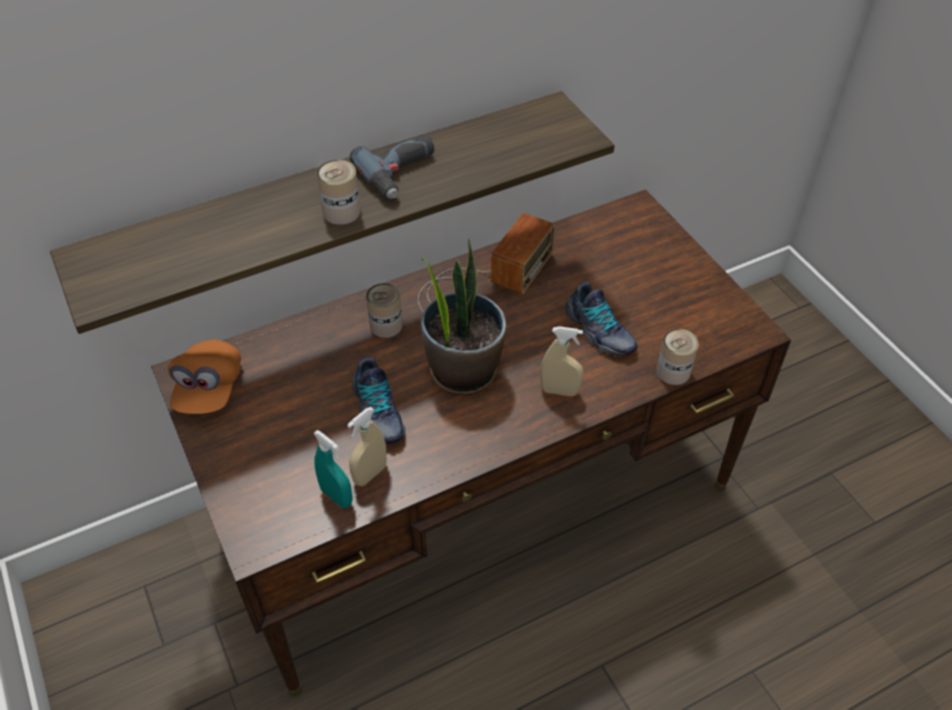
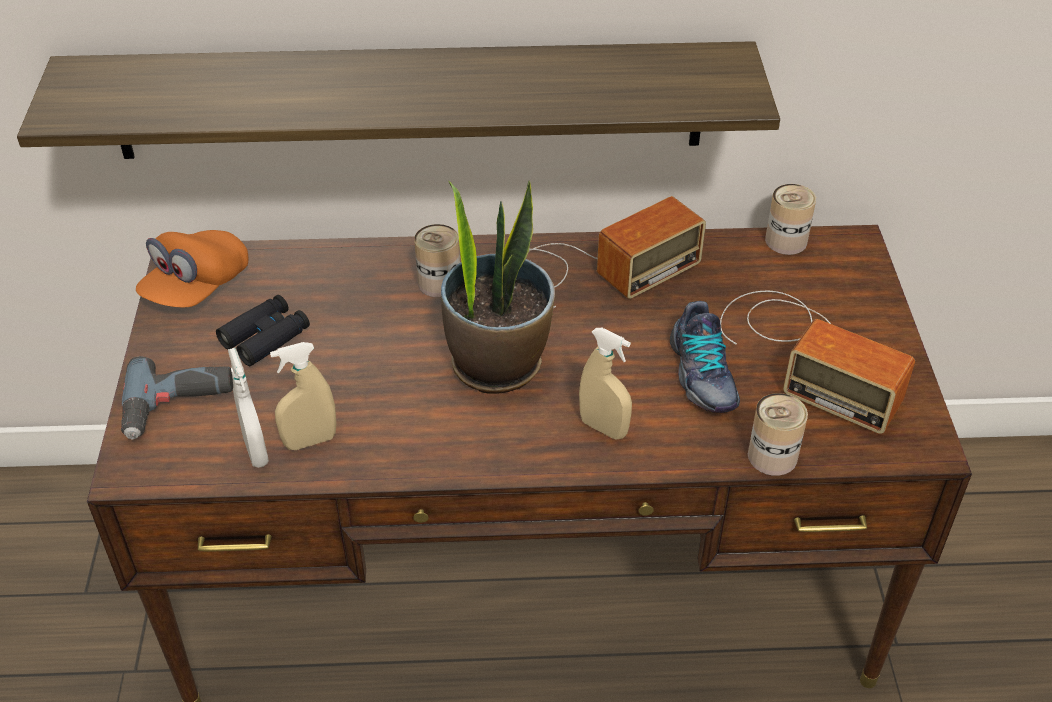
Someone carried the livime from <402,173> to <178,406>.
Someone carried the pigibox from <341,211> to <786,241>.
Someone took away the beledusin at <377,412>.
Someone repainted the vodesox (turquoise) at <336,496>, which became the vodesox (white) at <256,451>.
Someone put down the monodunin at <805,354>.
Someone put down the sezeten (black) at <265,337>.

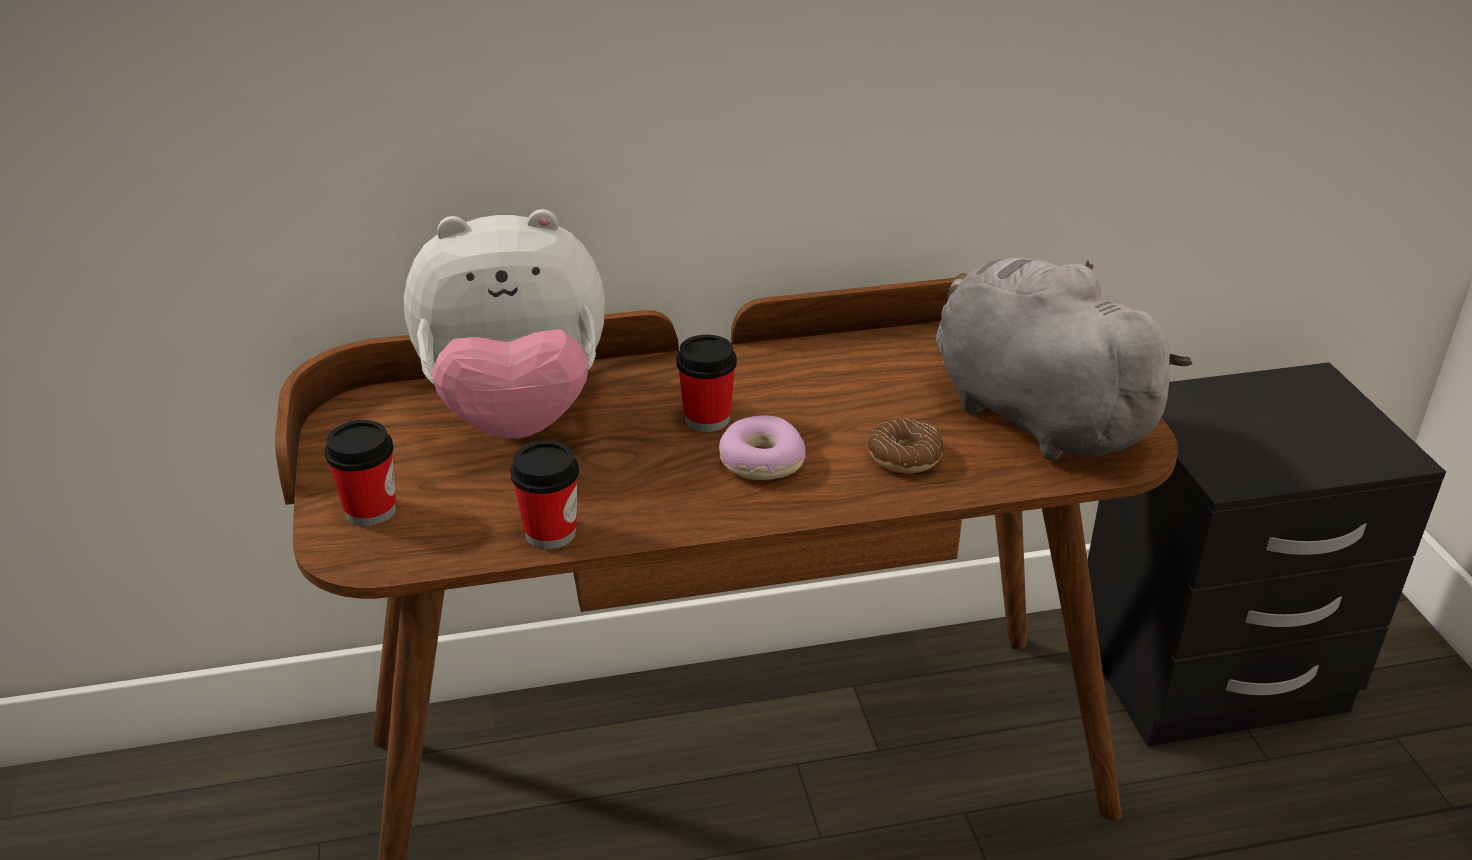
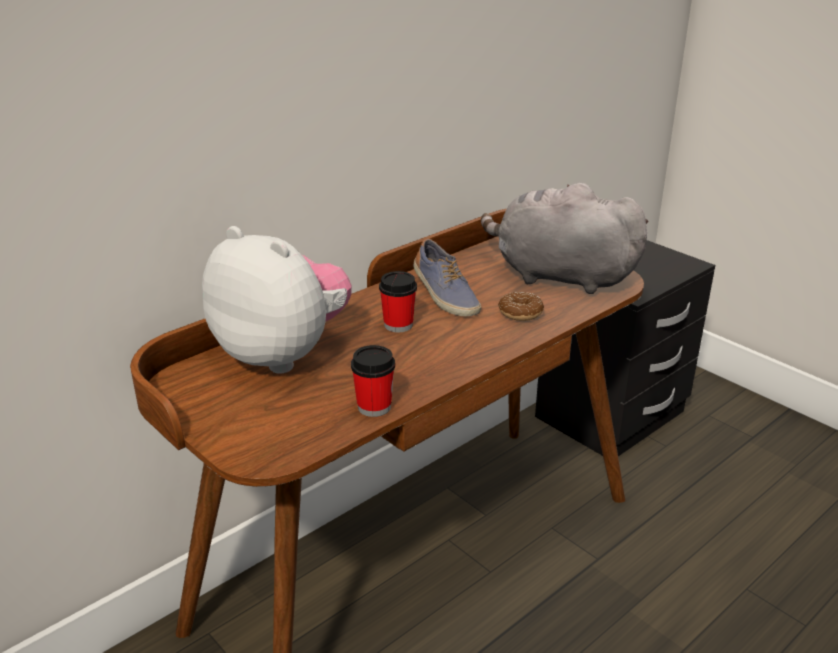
Someone rotated the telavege at <516,413> by 105 degrees counterclockwise.
Someone took away the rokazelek at <760,461>.
Someone took away the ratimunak at <371,510>.
Someone put down the beledusin at <444,296>.

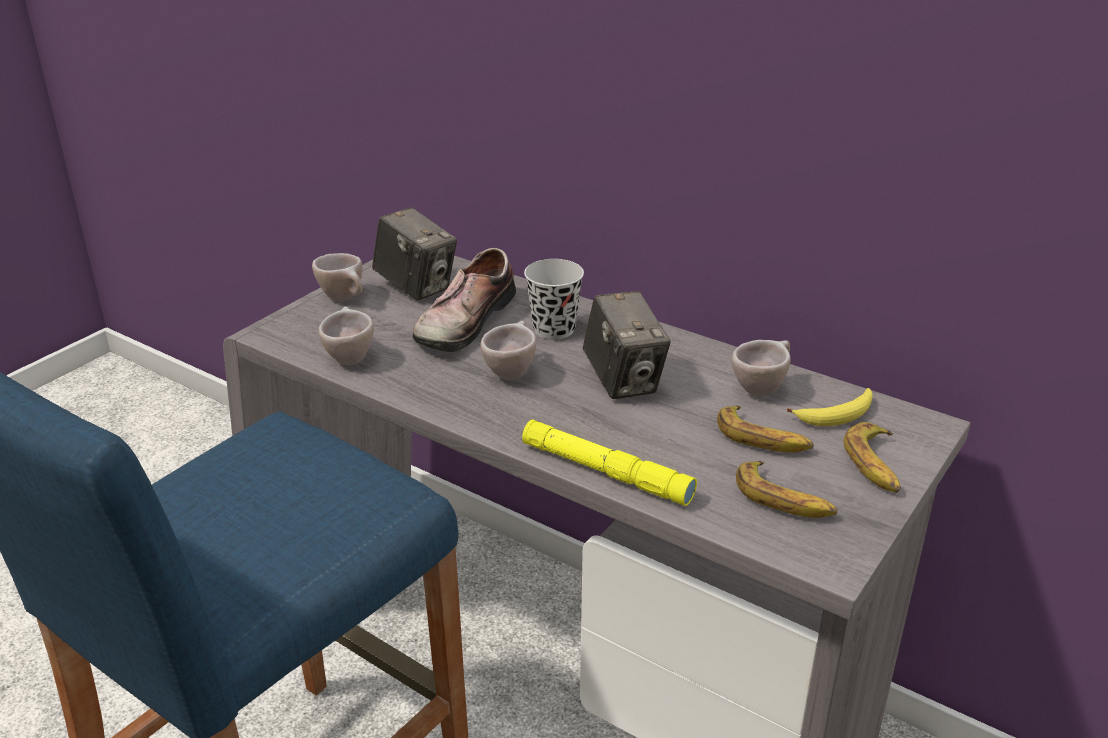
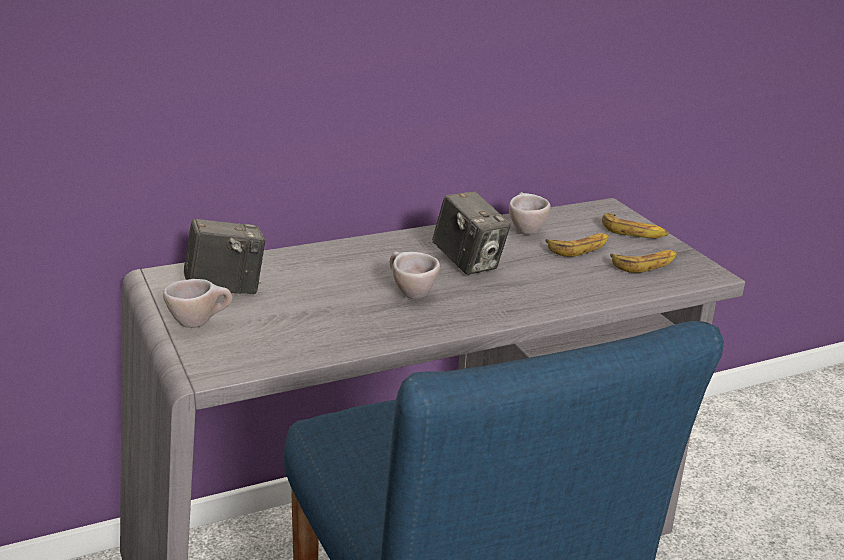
Someone took away the beledusin at <462,321>.
Someone took away the ratimunak (black) at <554,329>.
Someone rotated the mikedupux at <623,381> by 45 degrees clockwise.
Someone took away the ratimunak (beige) at <348,356>.
Someone took away the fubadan at <837,415>.
Someone took away the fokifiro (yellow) at <606,472>.

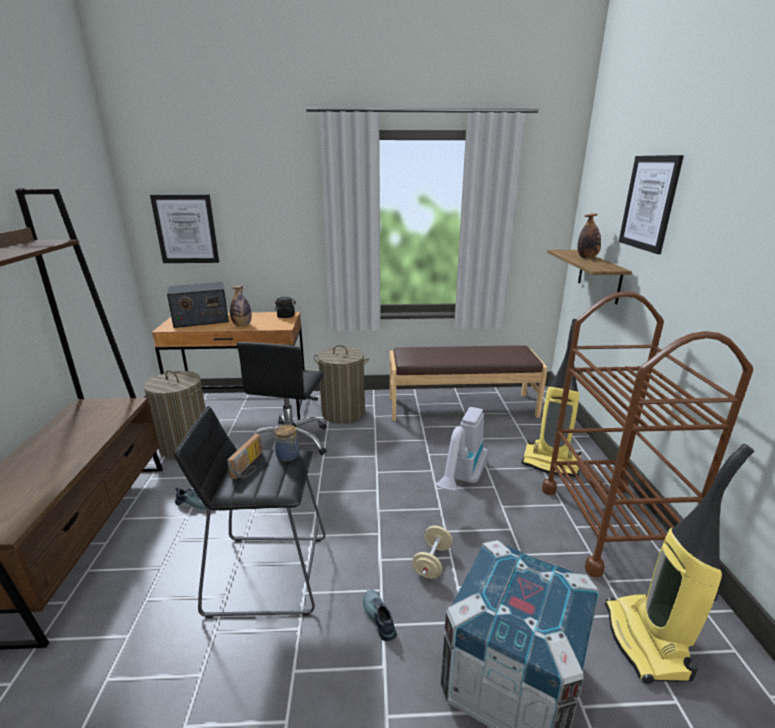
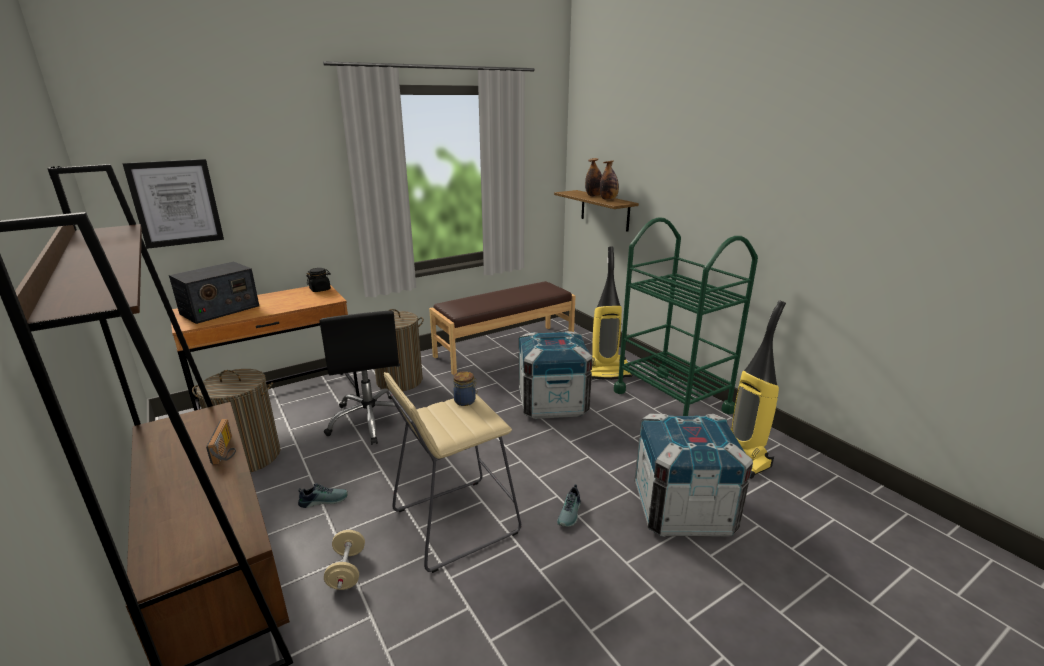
Someone took away the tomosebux at <649,203>.
Someone carried the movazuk from <242,325> to <608,199>.
Someone repainted the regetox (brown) at <608,525>, which became the regetox (green) at <672,401>.
Someone repainted the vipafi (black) at <268,574>, which became the vipafi (beige) at <455,522>.
Someone swapped the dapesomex at <462,480> for the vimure at <552,403>.
Someone carried the monodunin from <250,466> to <227,450>.
Someone carried the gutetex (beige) from <432,562> to <347,571>.
Someone rotated the beledusin at <377,618> by 105 degrees counterclockwise.

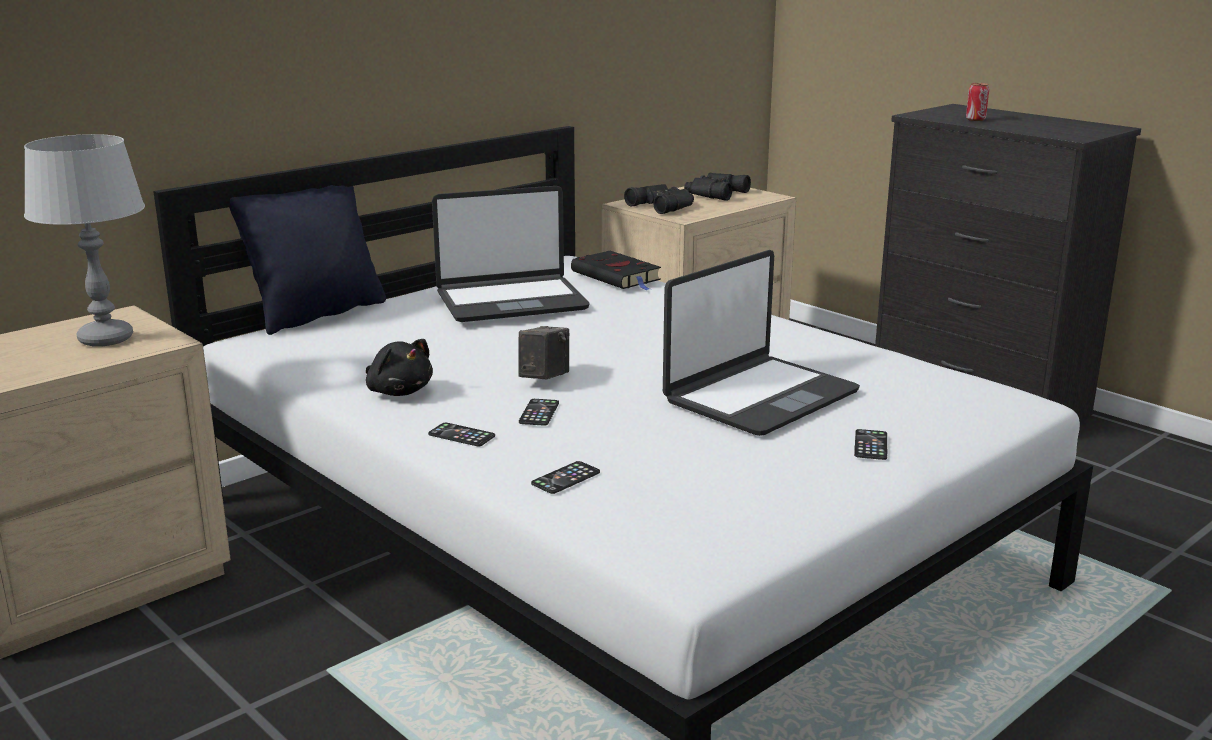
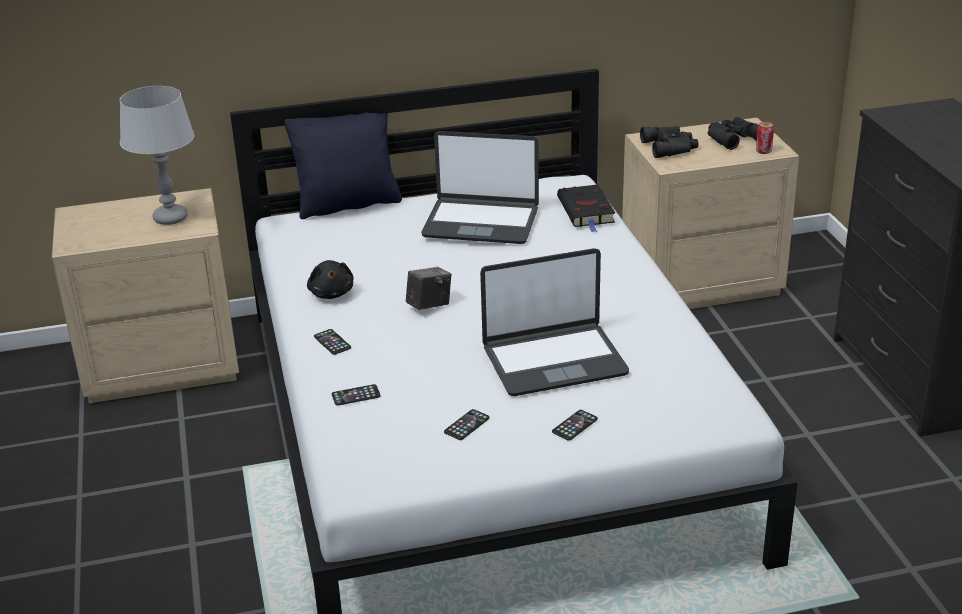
Someone carried the pigibox from <975,119> to <763,151>.
Someone carried the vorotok from <539,413> to <466,425>.

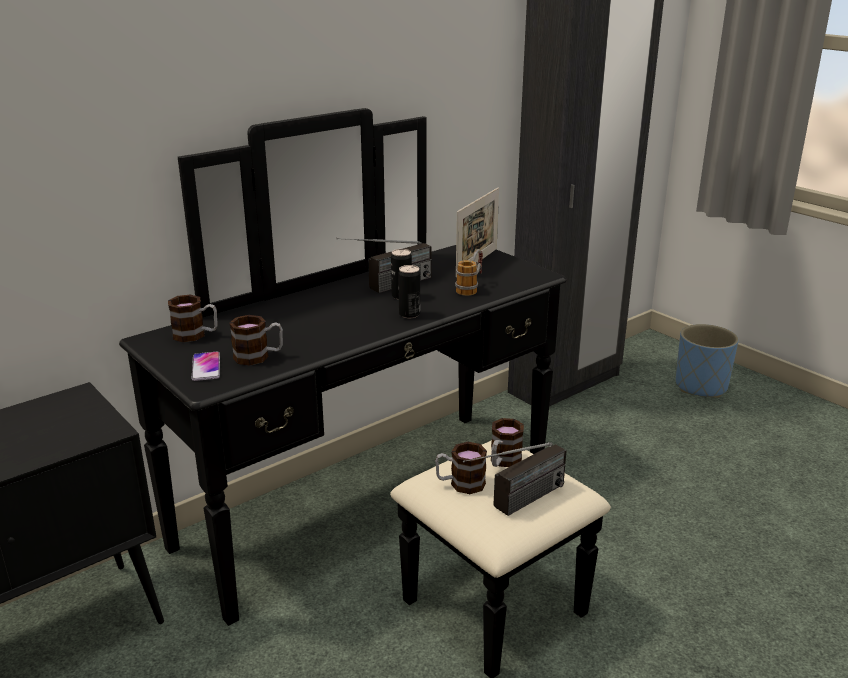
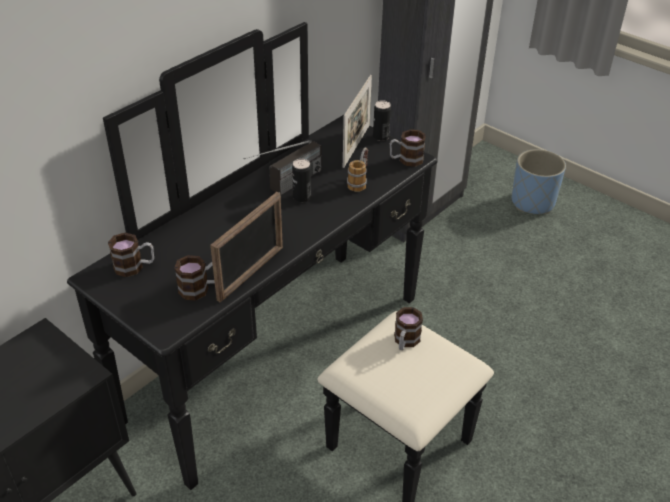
Someone carried the pigibox from <409,314> to <380,137>.
Someone took away the vorotok at <206,367>.
Someone carried the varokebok from <460,484> to <406,160>.
Someone took away the monodunin at <515,505>.
Someone put down the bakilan at <251,273>.

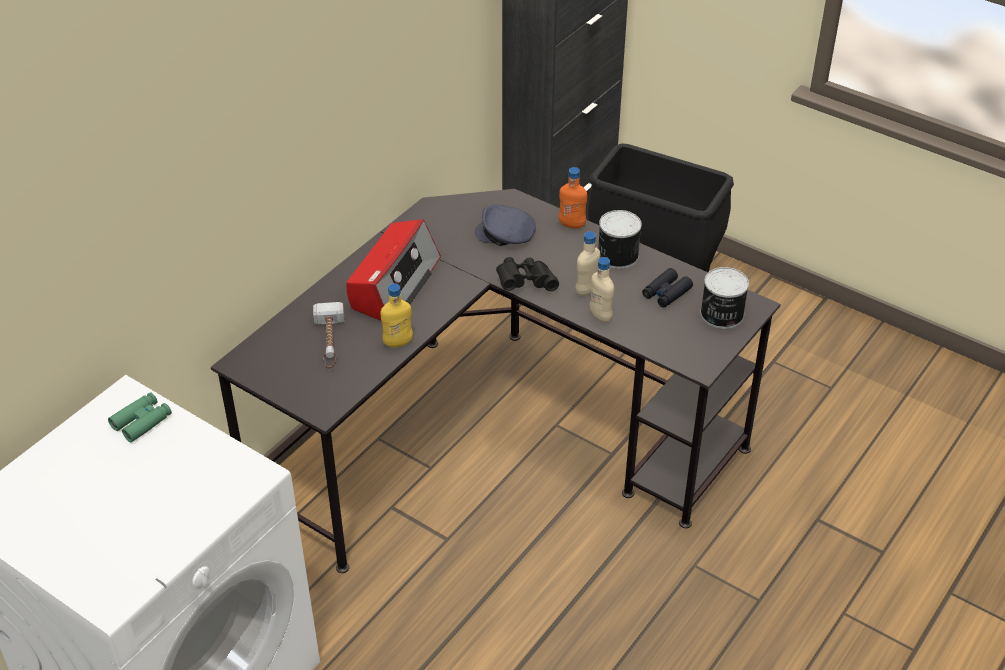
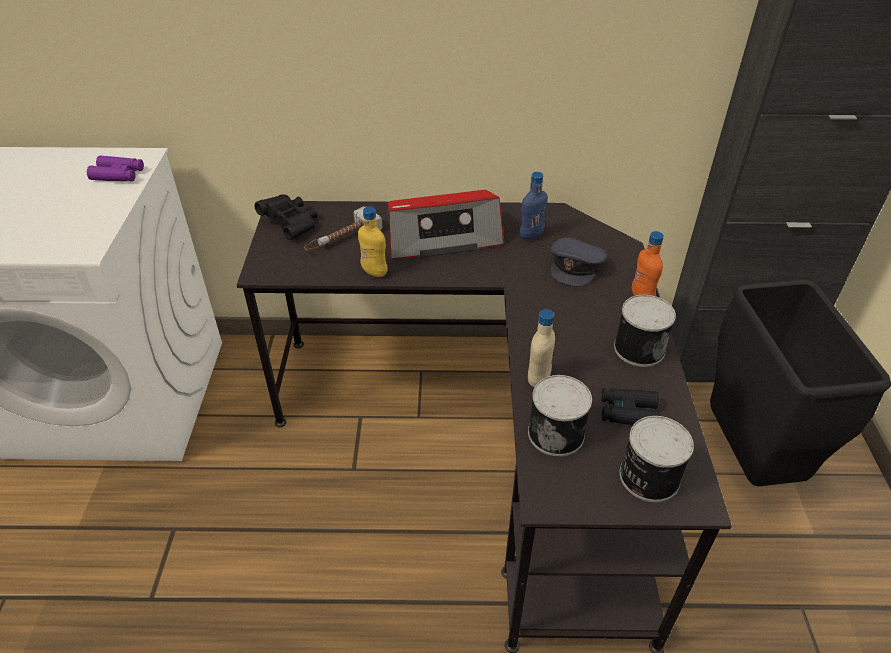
Someone rotated the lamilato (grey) at <505,235> by 135 degrees counterclockwise.
Someone took away the movazuk (beige) at <587,290>.
Someone carried the sezeten (black) from <525,283> to <291,224>.
Someone repainted the sezeten (green) at <142,421>, which became the sezeten (purple) at <118,175>.
Someone put down the movazuk (blue) at <531,235>.
Someone put down the pigibox at <557,432>.

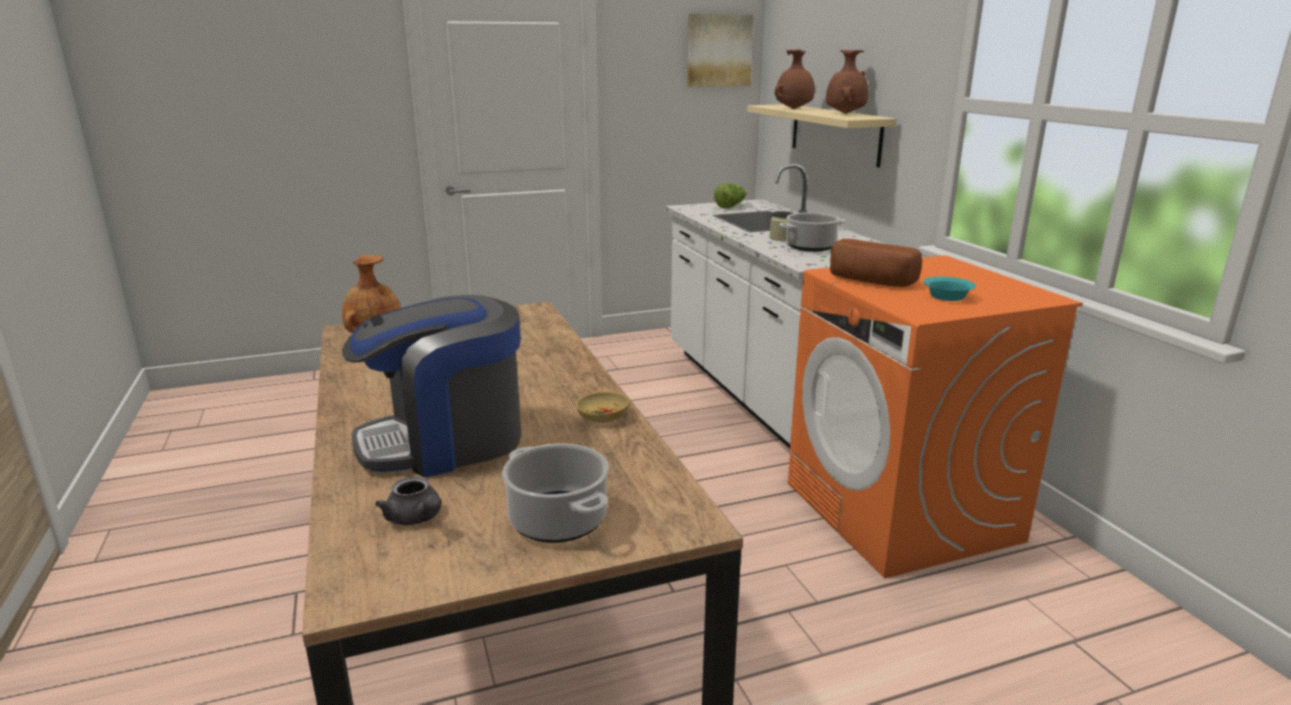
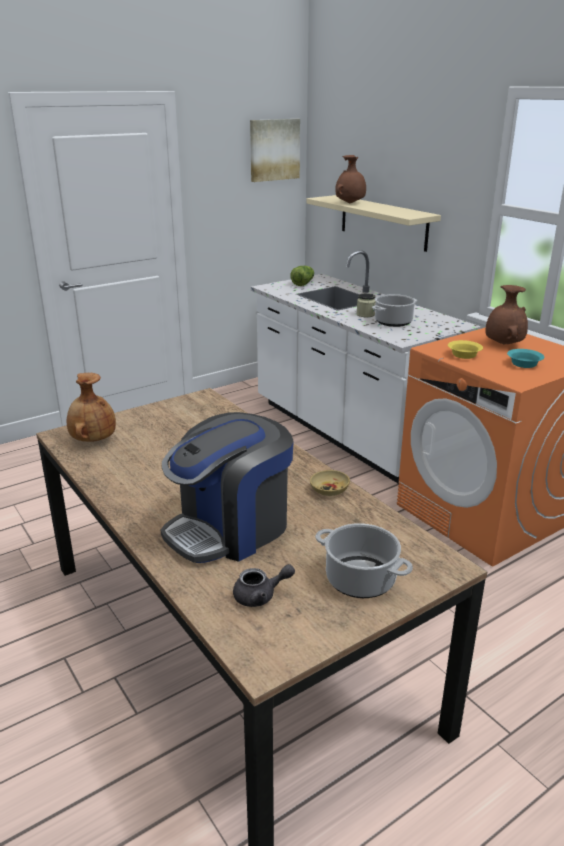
Someone carried the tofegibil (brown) from <844,113> to <503,344>.
Someone swapped the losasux at <869,281> for the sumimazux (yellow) at <463,355>.
Someone rotated the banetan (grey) at <416,519> by 45 degrees counterclockwise.

